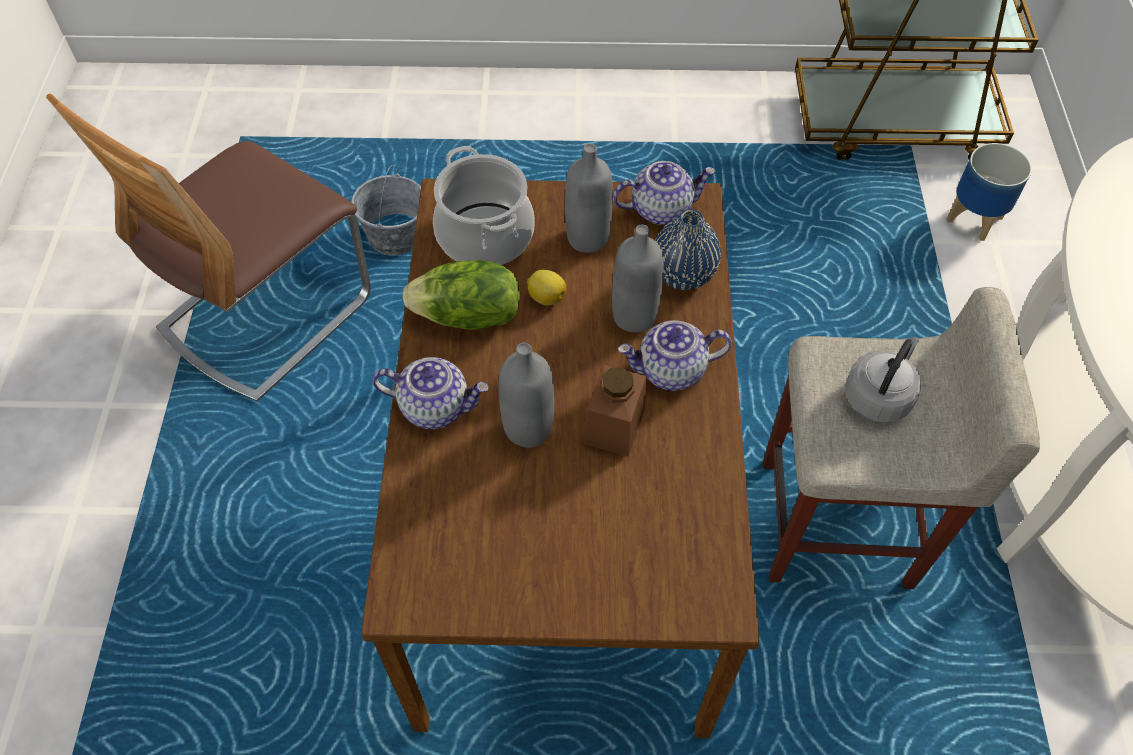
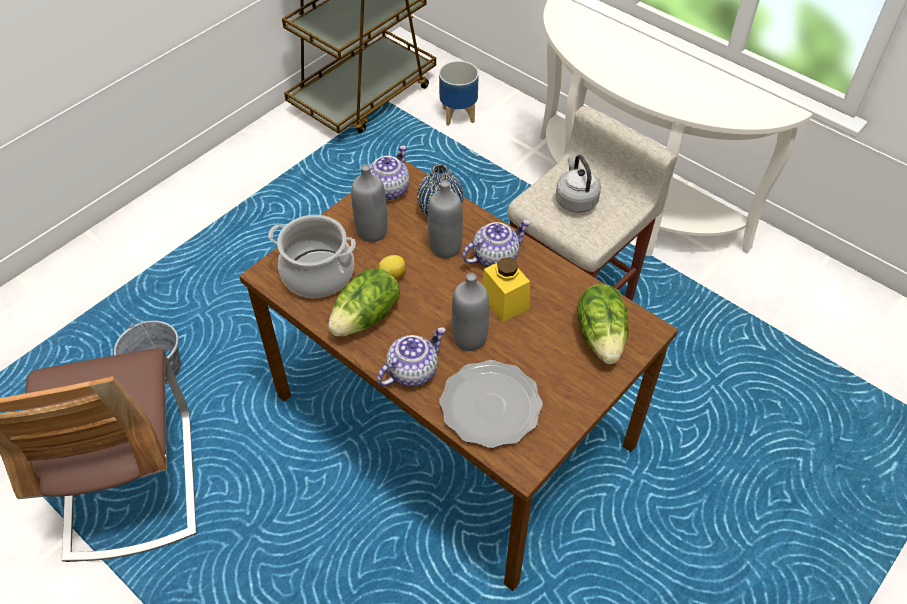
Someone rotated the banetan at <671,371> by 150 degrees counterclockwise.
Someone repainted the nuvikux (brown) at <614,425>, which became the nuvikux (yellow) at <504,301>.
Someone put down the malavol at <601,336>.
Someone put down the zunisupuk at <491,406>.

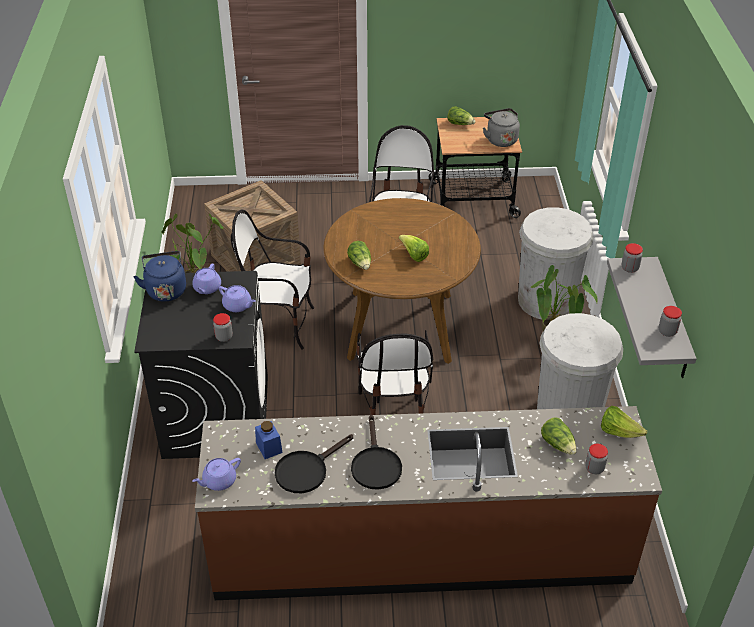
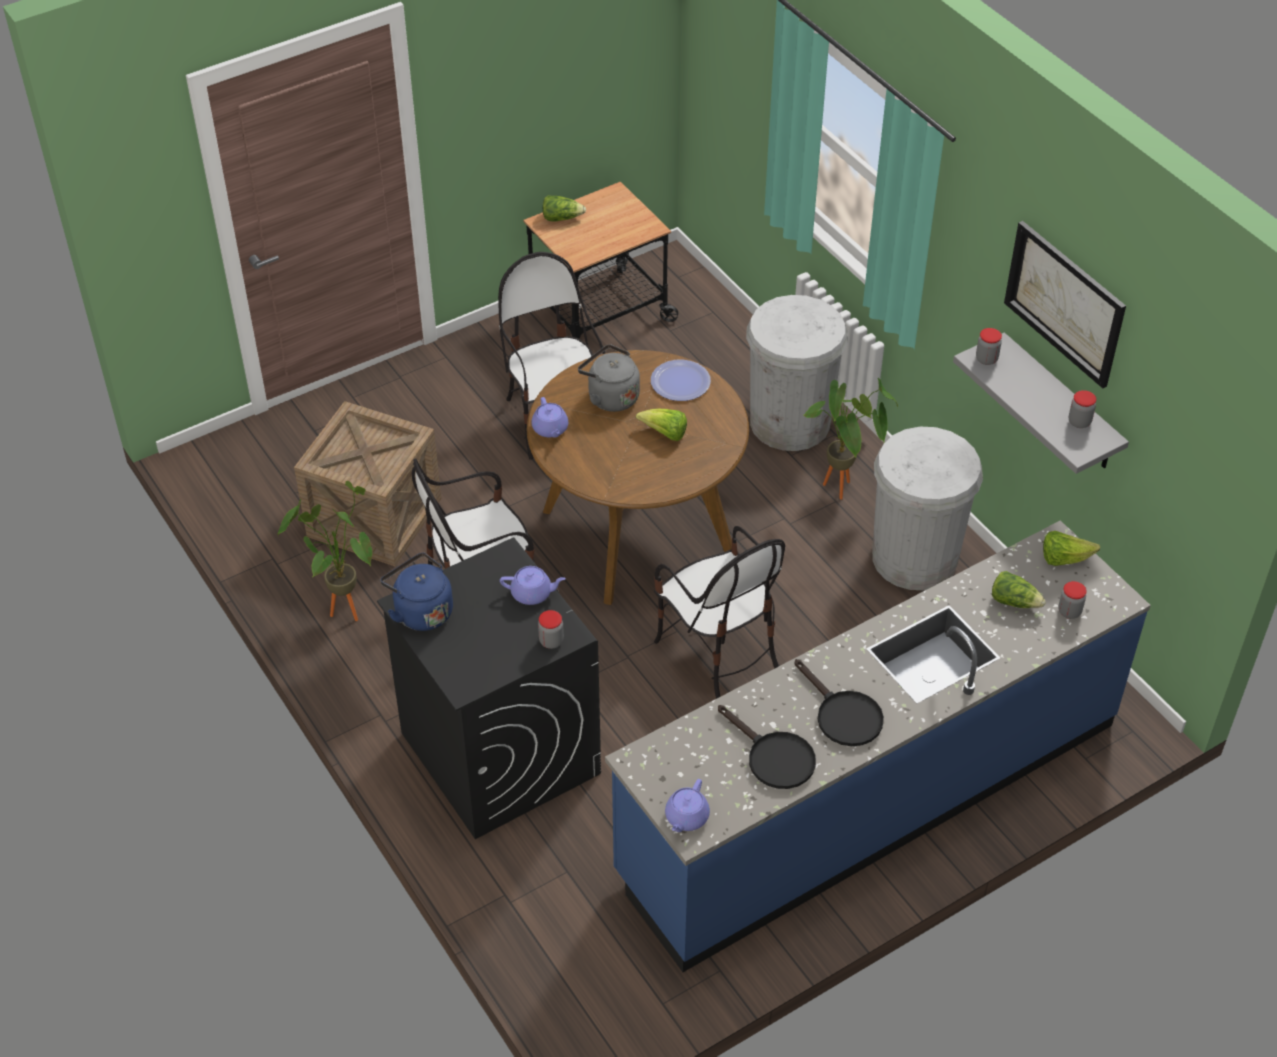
Someone carried the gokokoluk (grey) from <500,139> to <610,397>.
Someone took away the malavol at <360,263>.
Someone carried the banetan (purple) from <207,288> to <550,429>.
Someone repainted the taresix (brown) at <421,549>, which became the taresix (blue) at <868,797>.
Someone took away the nuvikux (blue) at <269,447>.
Someone rotated the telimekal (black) at <306,470> by 60 degrees counterclockwise.
Someone put up the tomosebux at <1065,303>.
Someone put down the zunisupuk at <680,382>.

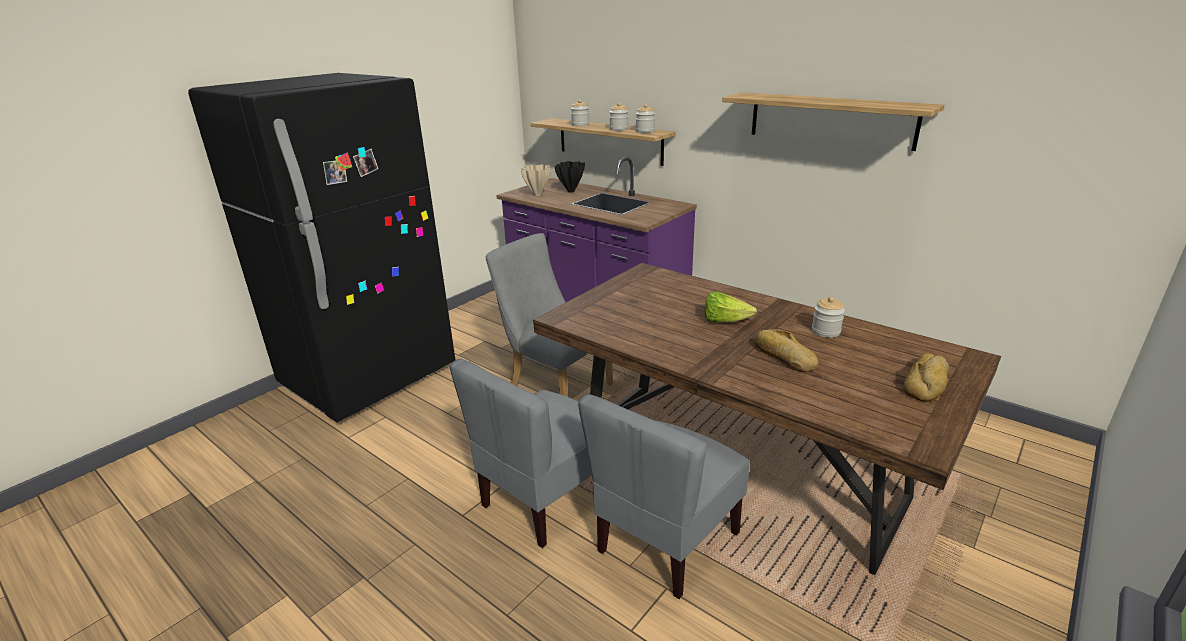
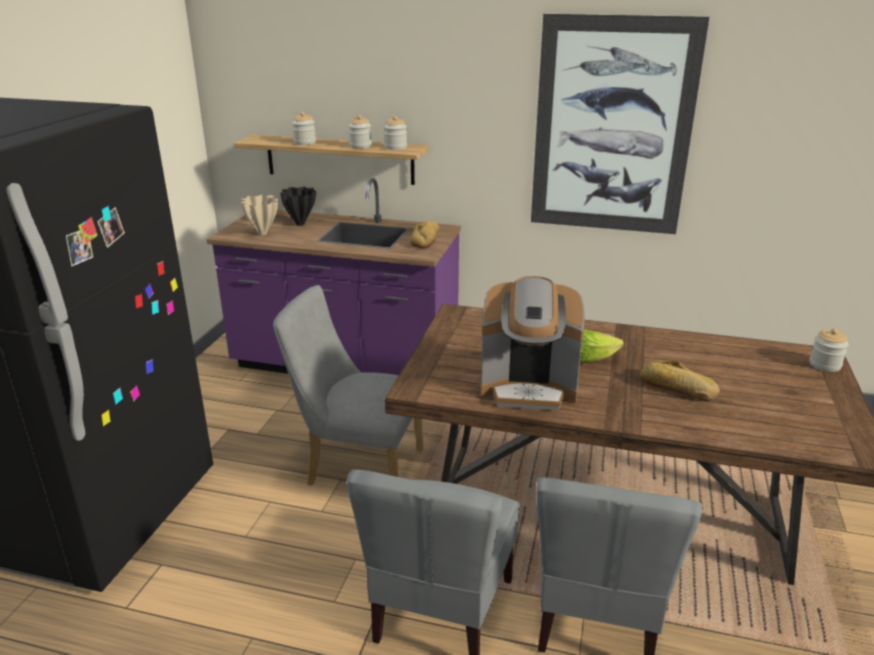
Someone swapped the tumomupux at <830,120> for the tomosebux at <612,127>.
Someone carried the nuvikux from <825,331> to <825,365>.
Someone carried the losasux from <927,383> to <427,239>.
Someone put down the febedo at <528,388>.

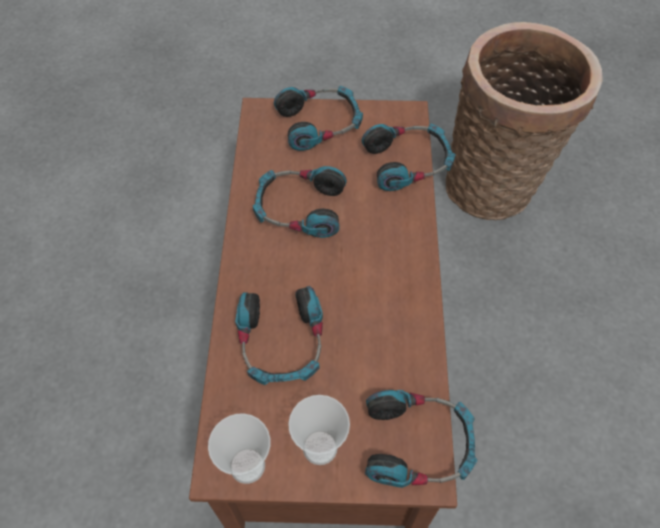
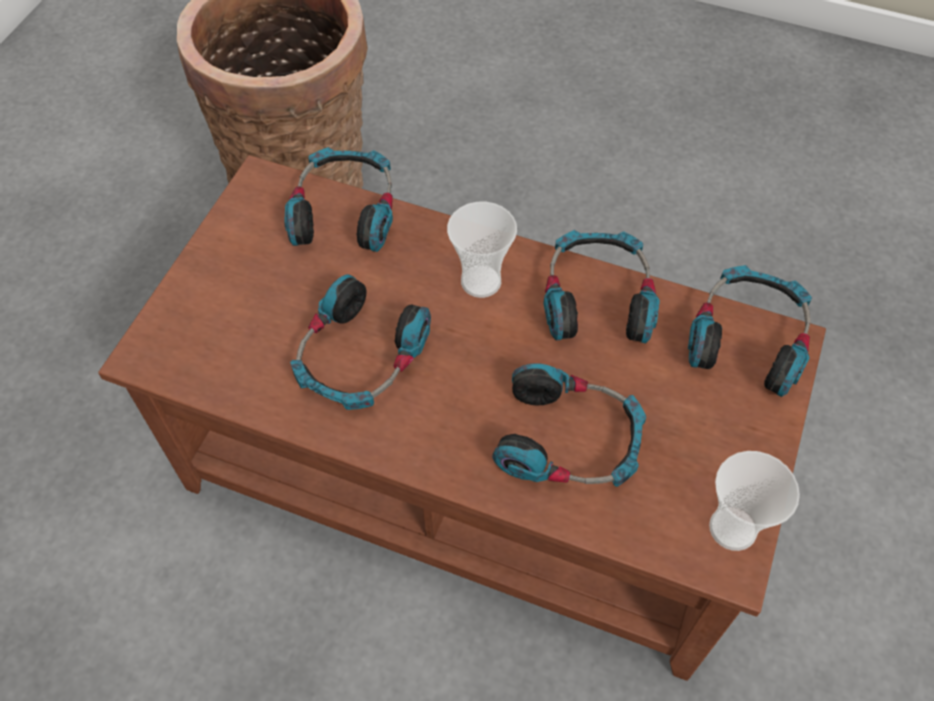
Someone carried the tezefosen from <319,124> to <597,297>.
Someone carried the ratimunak from <320,447> to <481,281>.

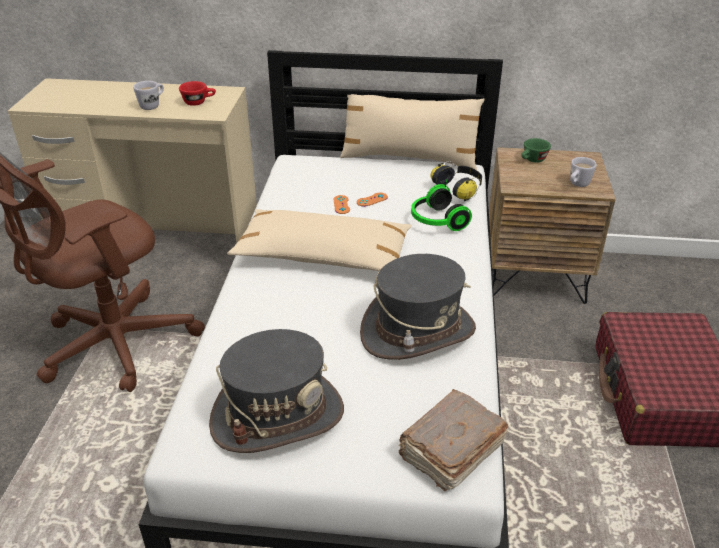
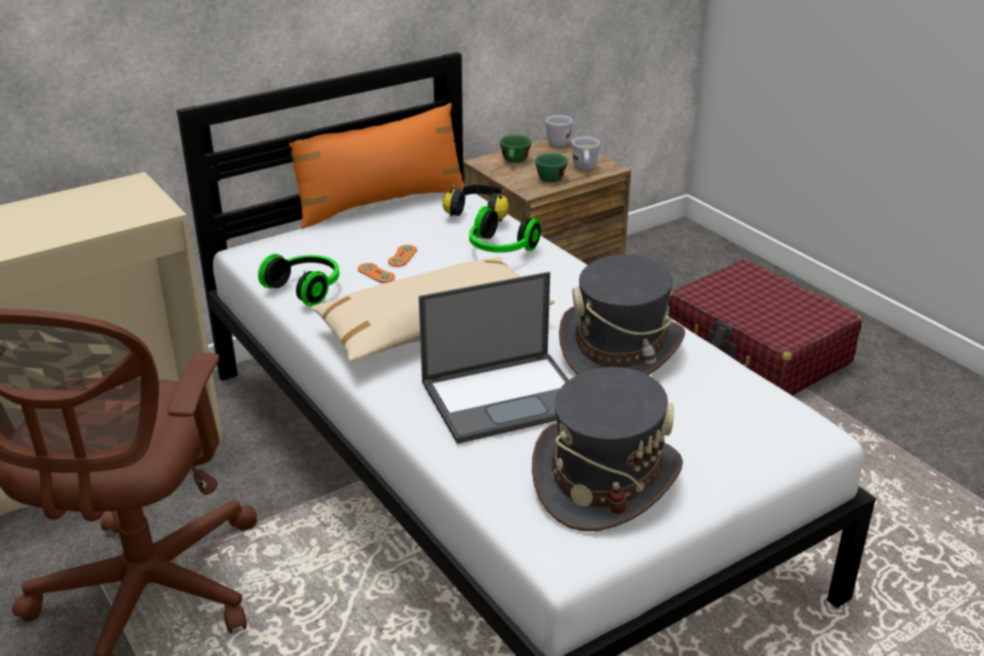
Someone carried the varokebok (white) from <153,105> to <557,142>.
Someone took away the ratimunak (red) at <199,102>.
Someone repainted the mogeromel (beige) at <409,158>, which became the mogeromel (orange) at <381,203>.
Someone took away the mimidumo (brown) at <450,451>.
Someone put down the ratimunak (green) at <552,177>.
Someone put down the tezefosen at <306,288>.
Someone put down the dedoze at <505,396>.

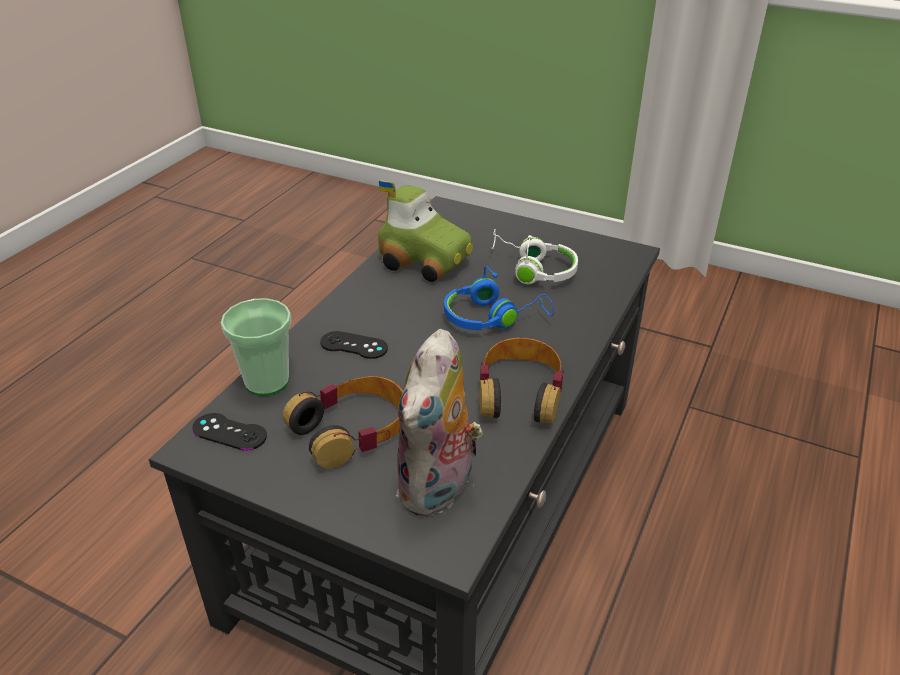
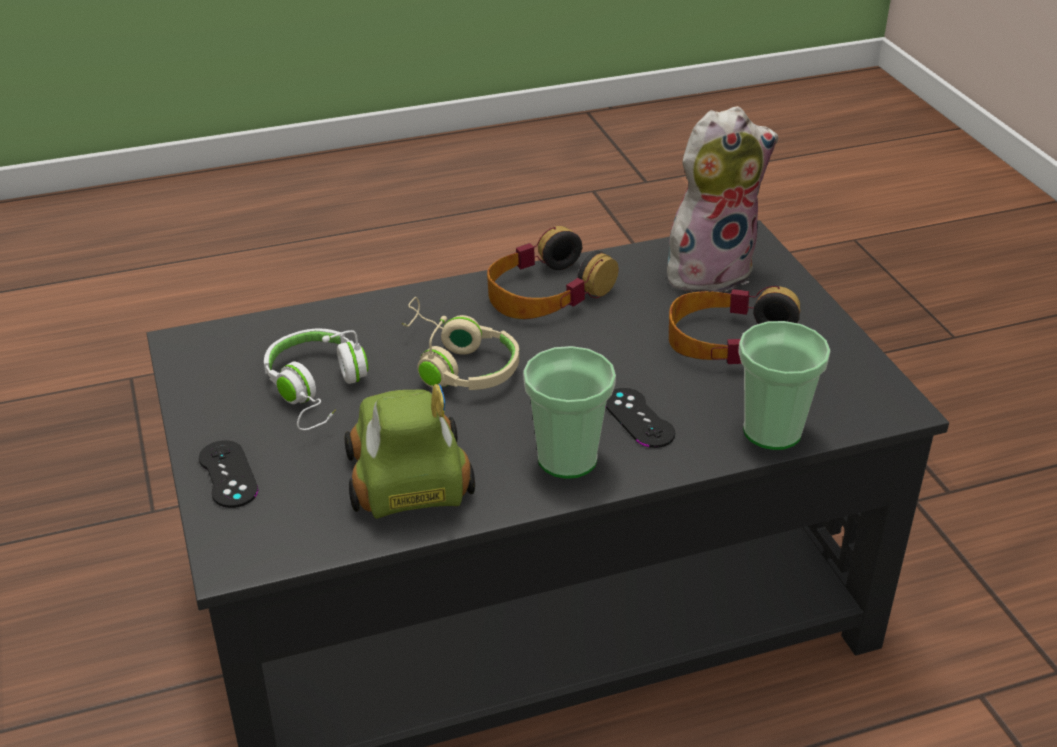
Someone repainted the tezefosen (blue) at <492,317>, which became the tezefosen (beige) at <456,364>.
Someone carried the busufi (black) from <229,432> to <228,474>.
Someone put down the ratimunak at <567,459>.

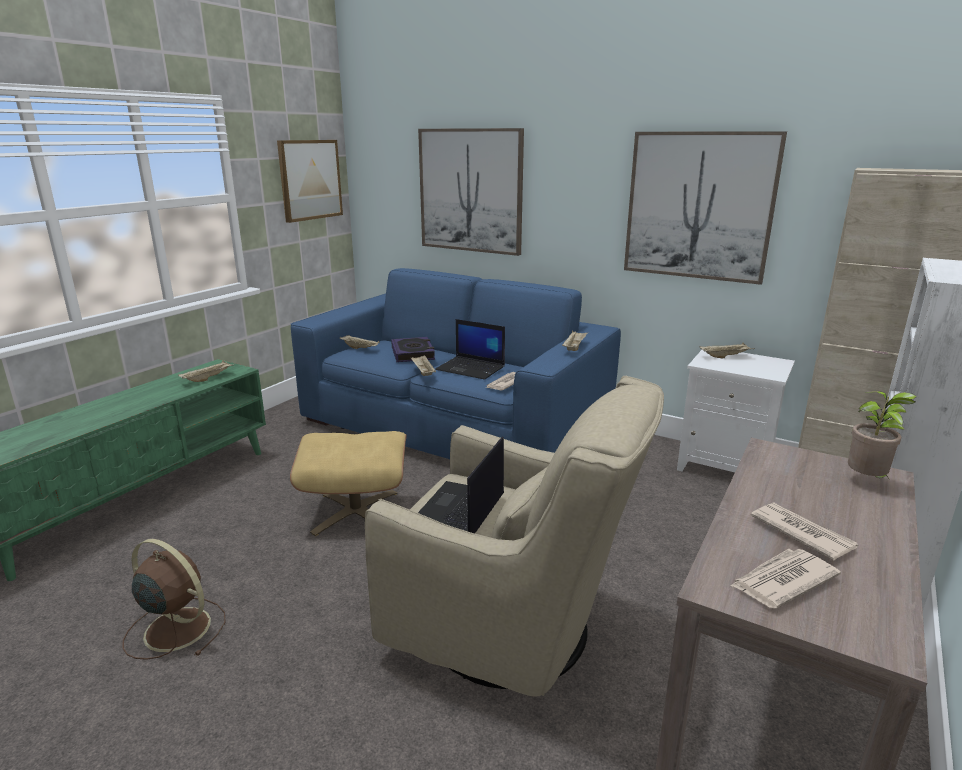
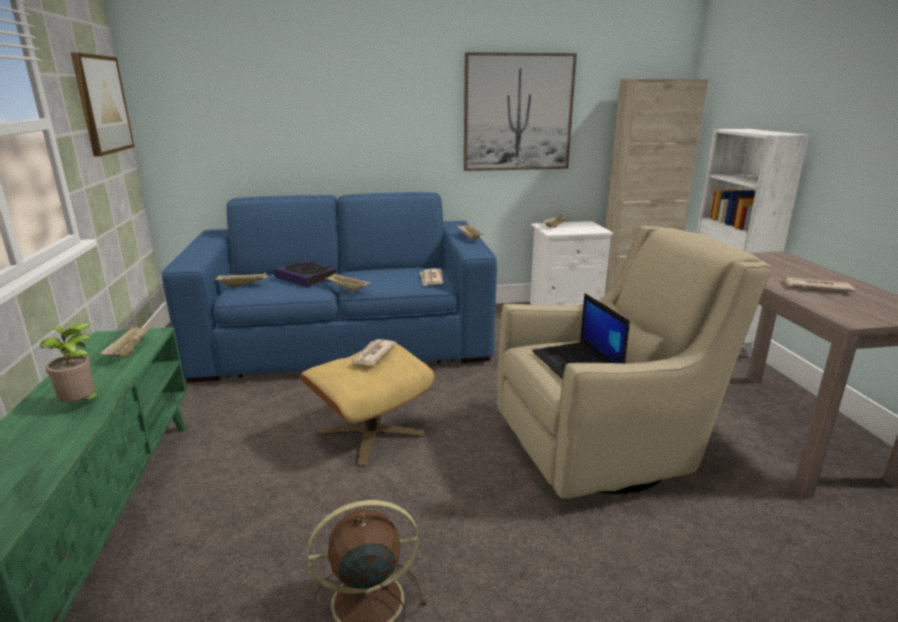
Someone took away the tomosebux at <470,191>.
Someone took away the dedoze at <471,368>.
Someone carried the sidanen from <867,481> to <82,405>.
Someone carried the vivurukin from <782,581> to <372,355>.

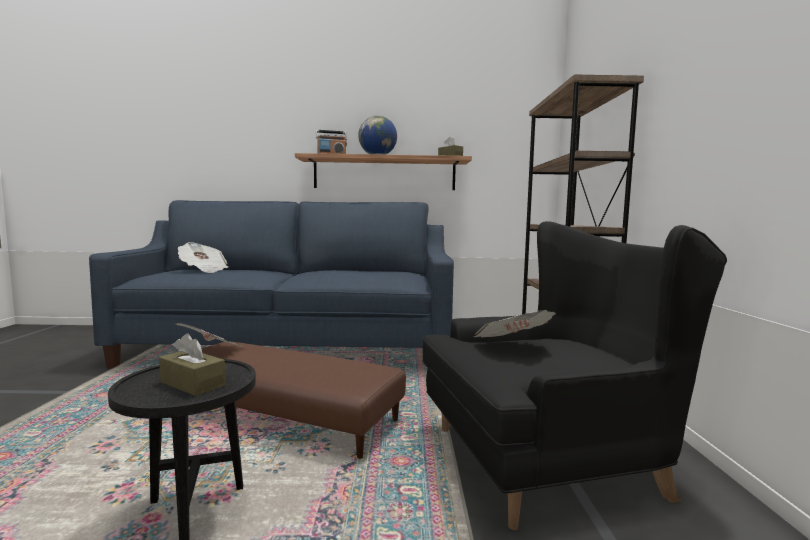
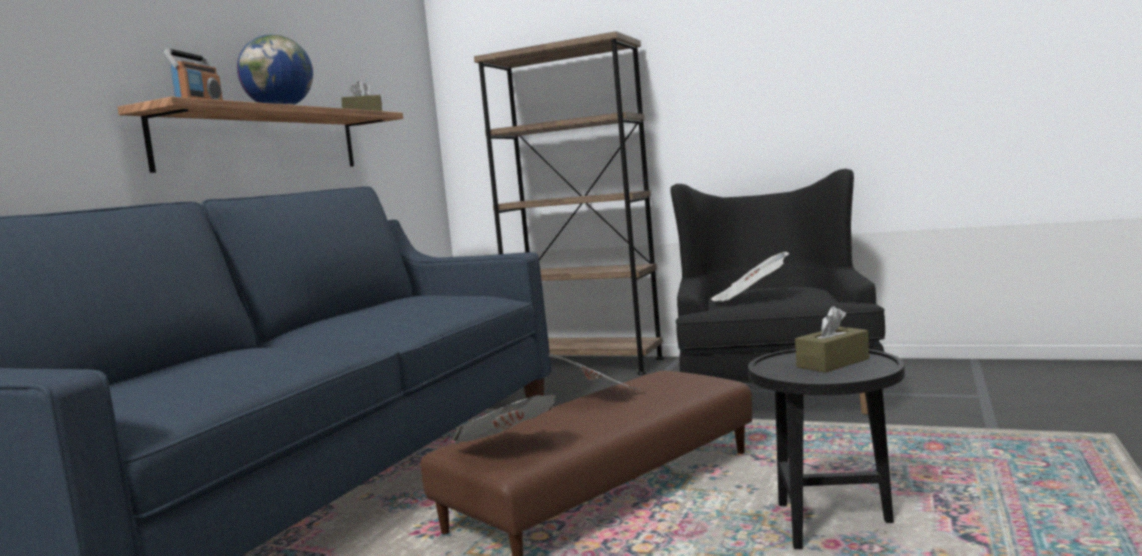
Someone carried the vivurukin from <203,270> to <597,397>.

